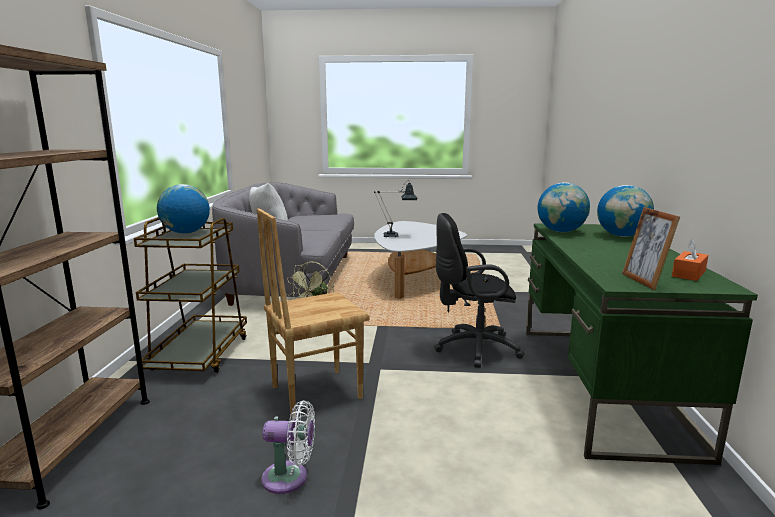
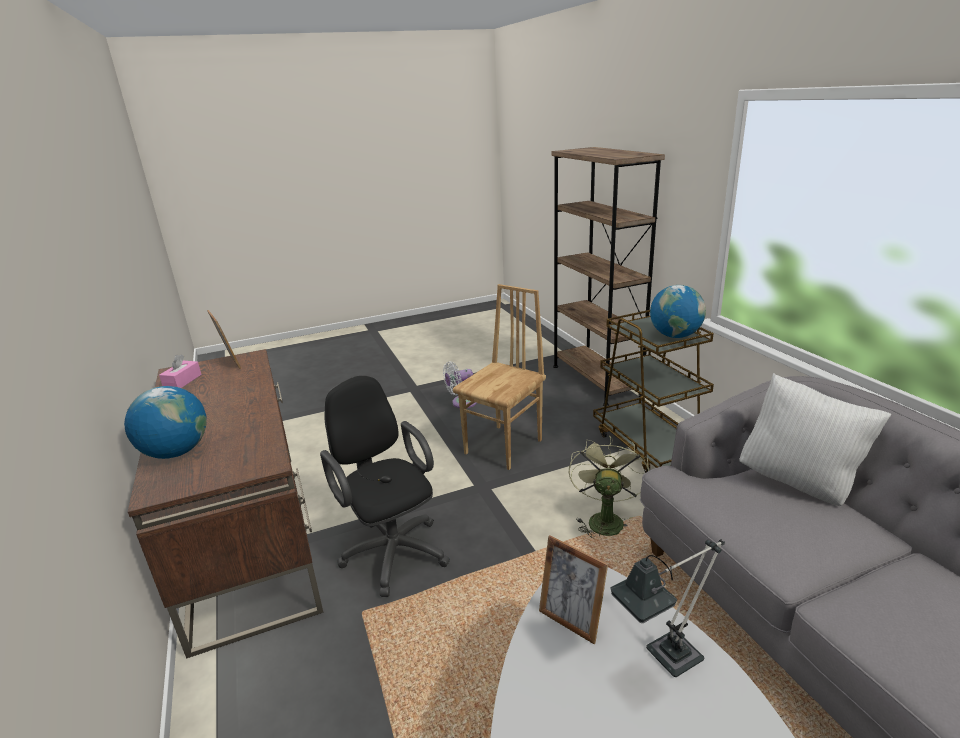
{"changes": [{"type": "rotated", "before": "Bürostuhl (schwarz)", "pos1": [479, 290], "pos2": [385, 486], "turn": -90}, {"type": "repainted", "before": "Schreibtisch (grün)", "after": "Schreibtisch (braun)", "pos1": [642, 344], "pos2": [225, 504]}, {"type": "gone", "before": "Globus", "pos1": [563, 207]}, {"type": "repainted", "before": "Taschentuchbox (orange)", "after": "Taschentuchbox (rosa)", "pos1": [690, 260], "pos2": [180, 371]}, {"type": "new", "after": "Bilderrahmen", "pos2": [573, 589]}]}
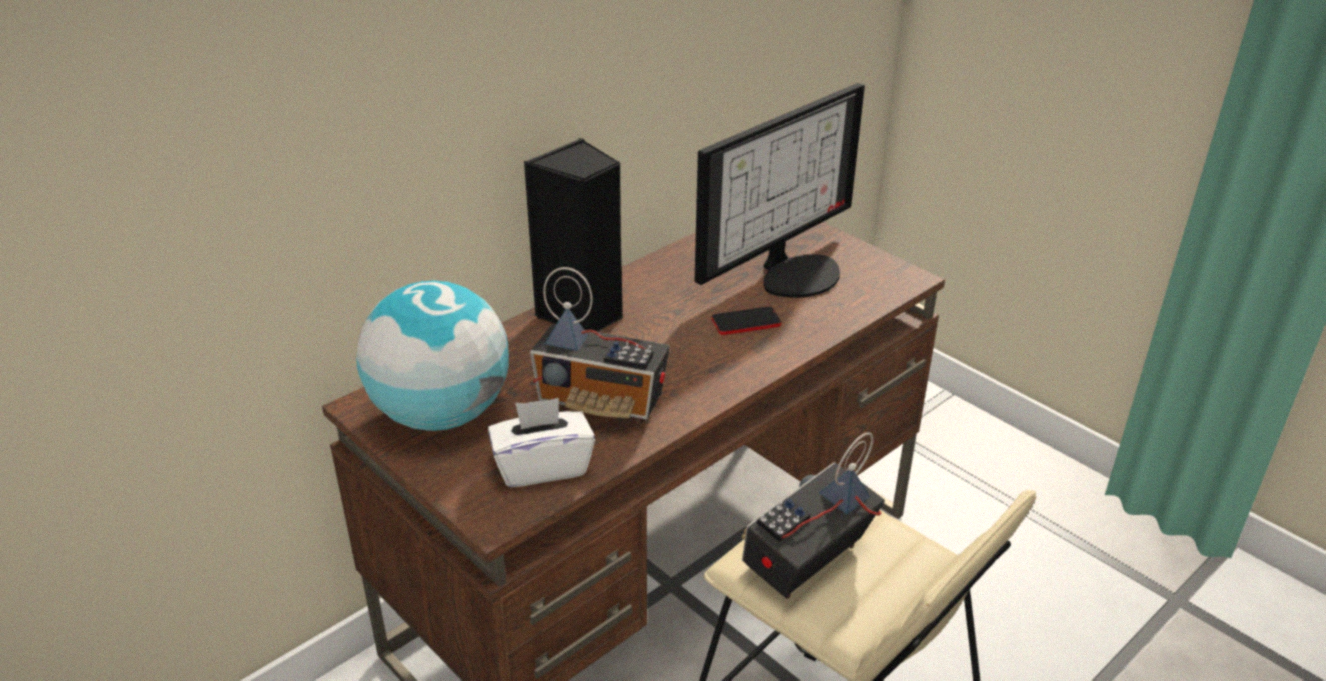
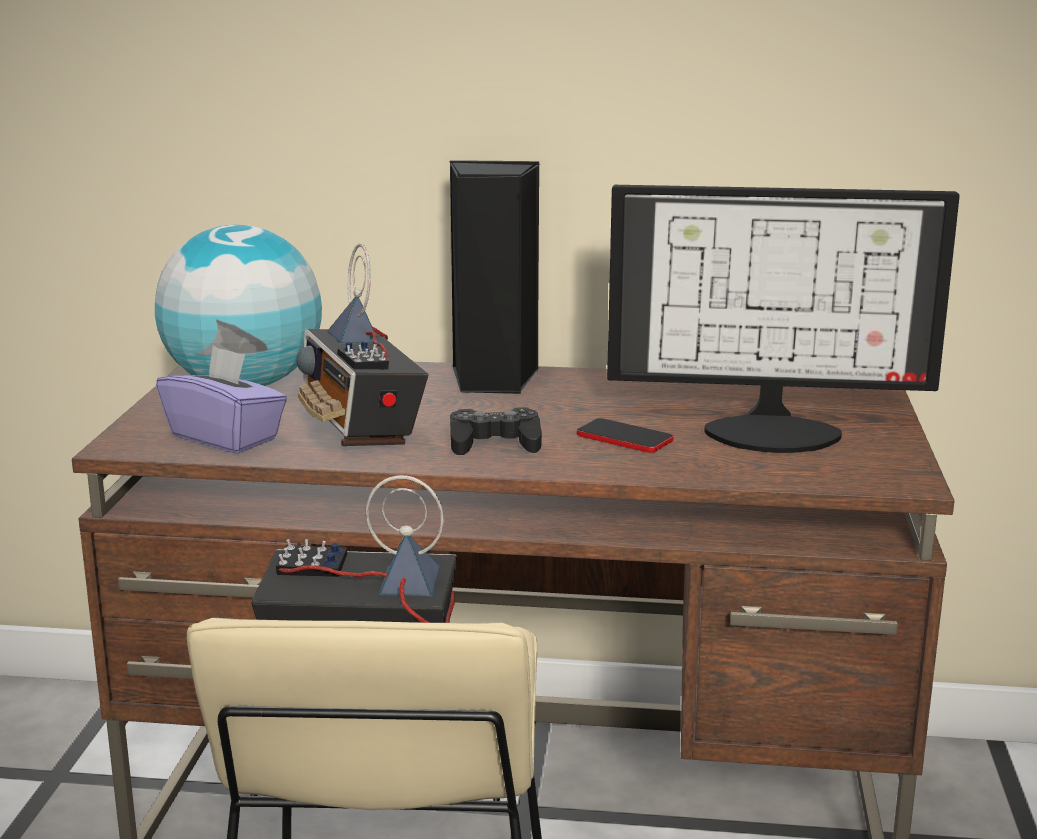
{"changes": [{"type": "repainted", "before": "Taschentuchbox (weiß)", "after": "Taschentuchbox (lila)", "pos1": [541, 442], "pos2": [221, 400]}, {"type": "new", "after": "Gamepad (schwarz)", "pos2": [496, 431]}]}
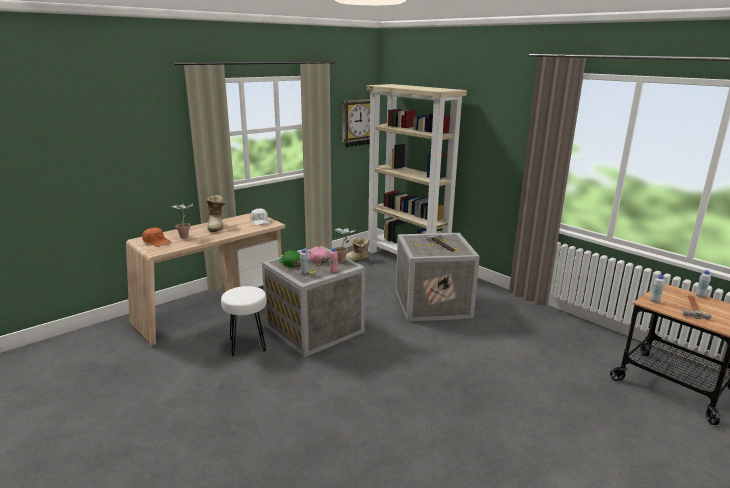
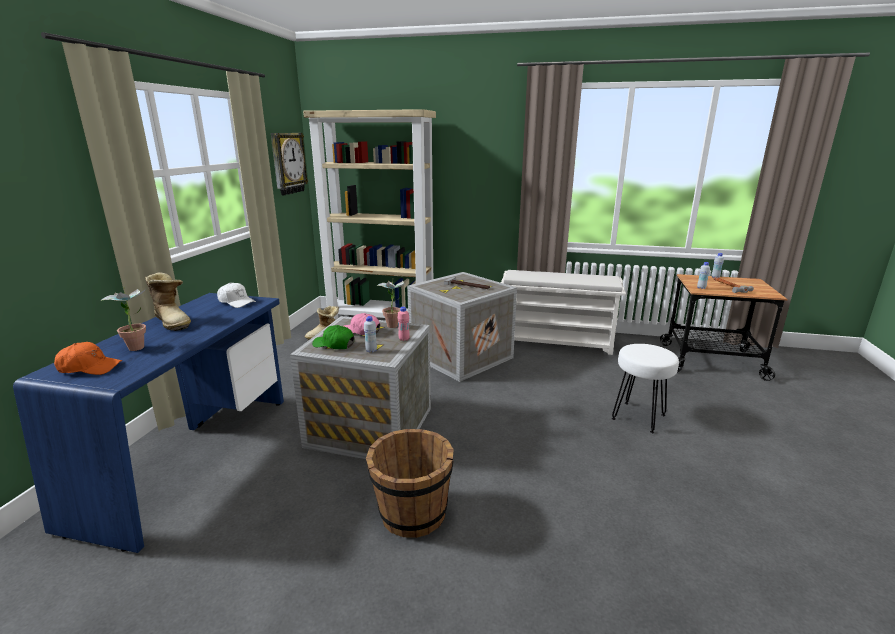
{"changes": [{"type": "repainted", "before": "Schreibtisch (beige)", "after": "Schreibtisch (blau)", "pos1": [205, 279], "pos2": [148, 423]}, {"type": "shifted", "before": "Hocker (weiß)", "pos1": [244, 321], "pos2": [645, 388]}, {"type": "new", "after": "Eimer (braun)", "pos2": [410, 483]}, {"type": "new", "after": "Schuhregal (weiß)", "pos2": [563, 312]}]}
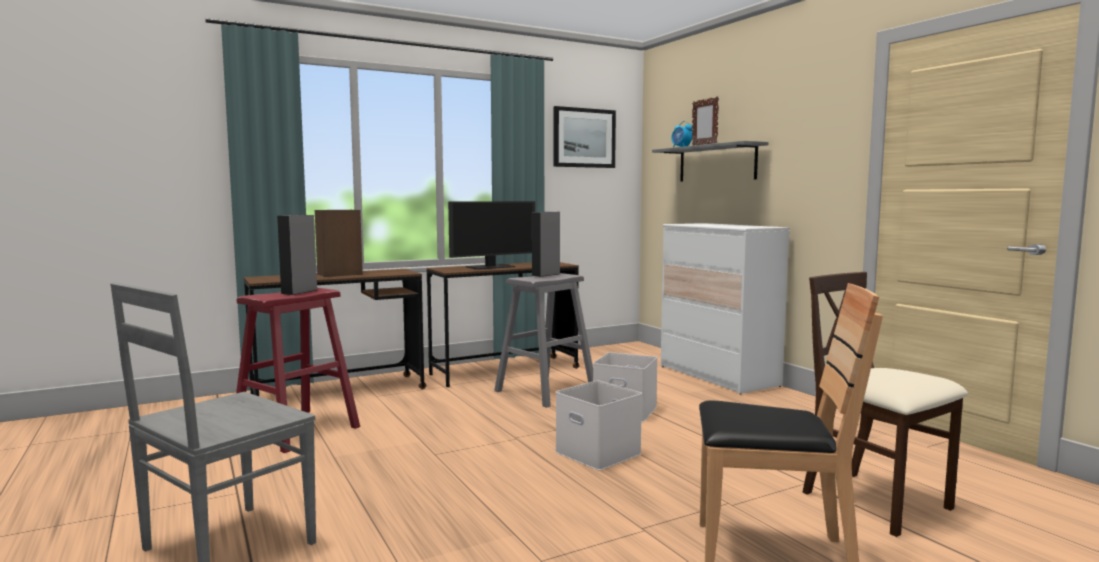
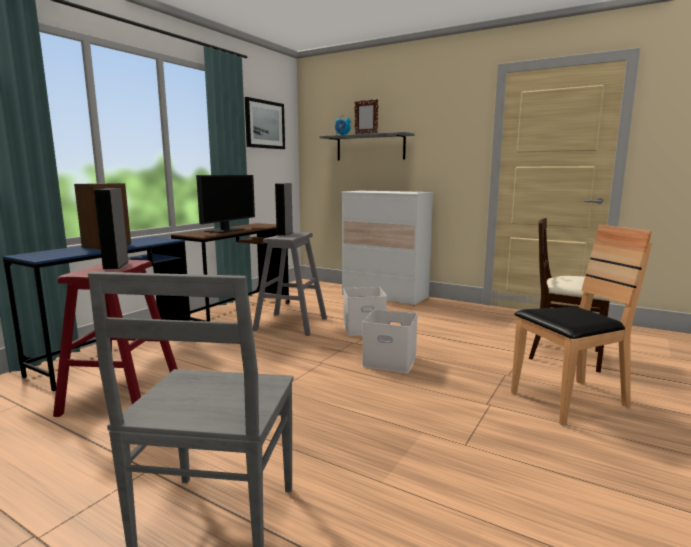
{"changes": [{"type": "repainted", "before": "Schreibtisch (braun)", "after": "Schreibtisch (blau)", "pos1": [335, 332], "pos2": [97, 314]}]}
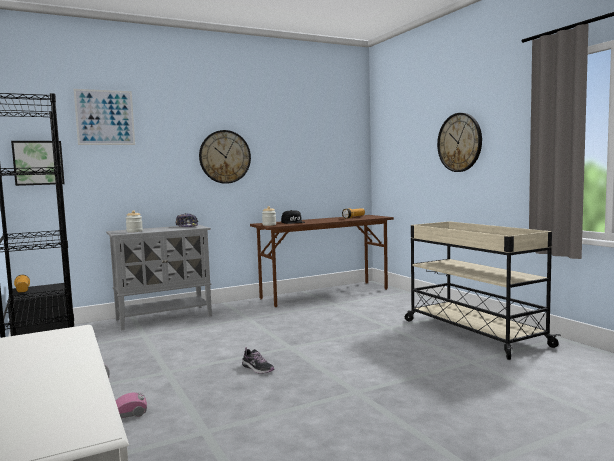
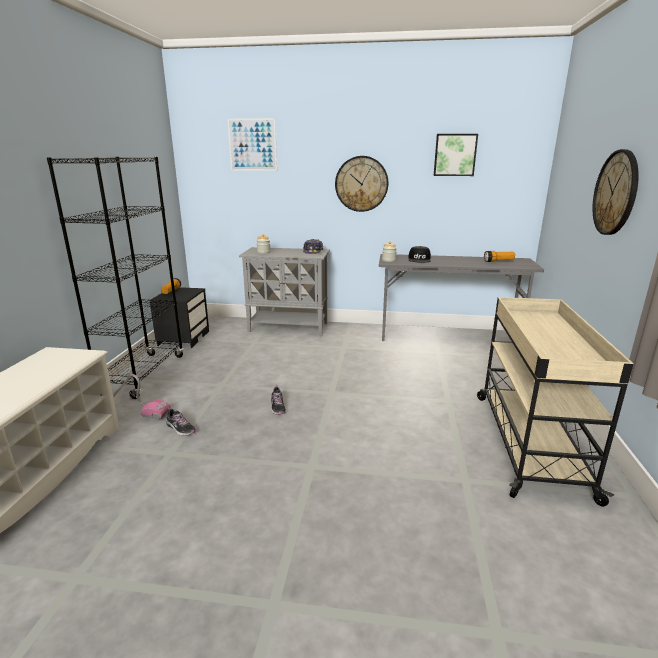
{"changes": [{"type": "shifted", "before": "Bild", "pos1": [38, 163], "pos2": [456, 155]}, {"type": "repainted", "before": "Schreibtisch (braun)", "after": "Schreibtisch (grau)", "pos1": [322, 261], "pos2": [461, 297]}, {"type": "new", "after": "Schuh", "pos2": [181, 421]}]}
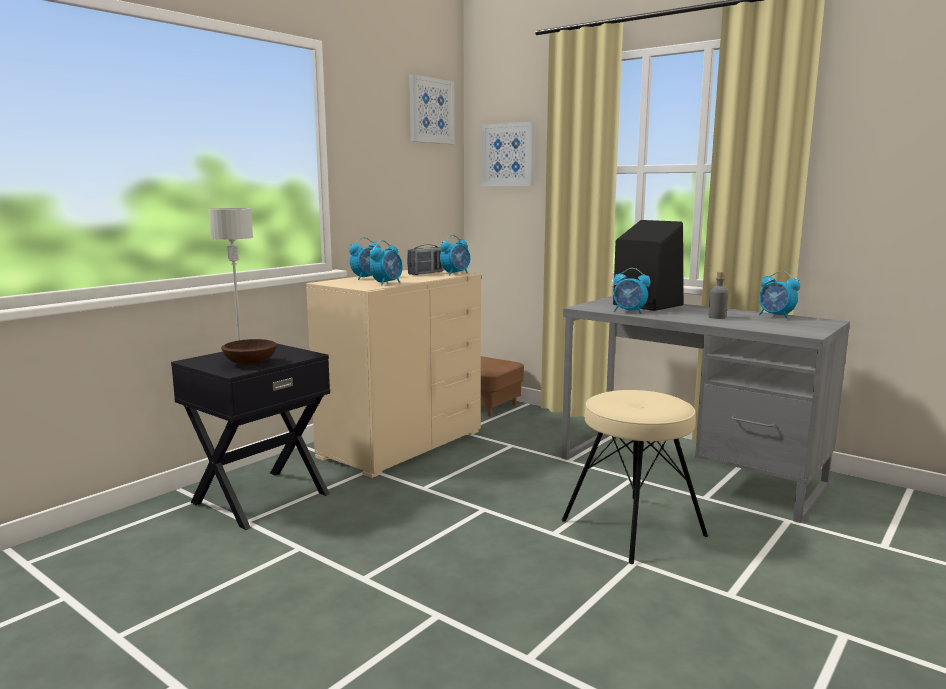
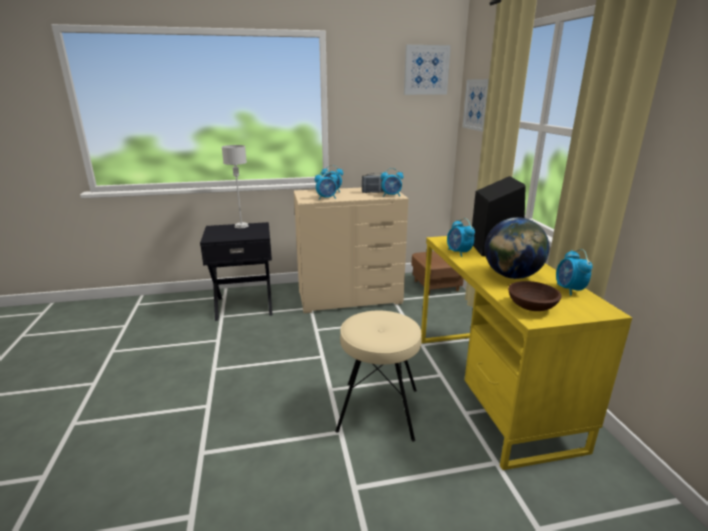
{"changes": [{"type": "shifted", "before": "Schüssel (braun)", "pos1": [249, 352], "pos2": [535, 296]}, {"type": "repainted", "before": "Schreibtisch (grau)", "after": "Schreibtisch (gelb)", "pos1": [706, 409], "pos2": [526, 353]}, {"type": "swapped", "before": "Flasche (grau)", "after": "Globus", "pos1": [718, 295], "pos2": [516, 248]}]}
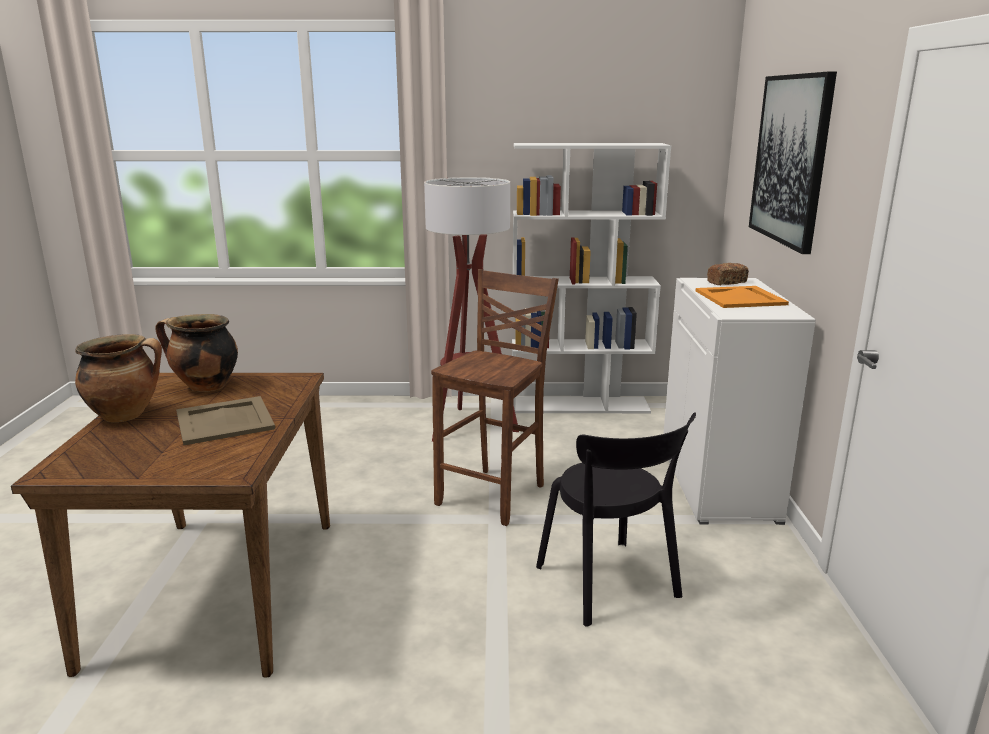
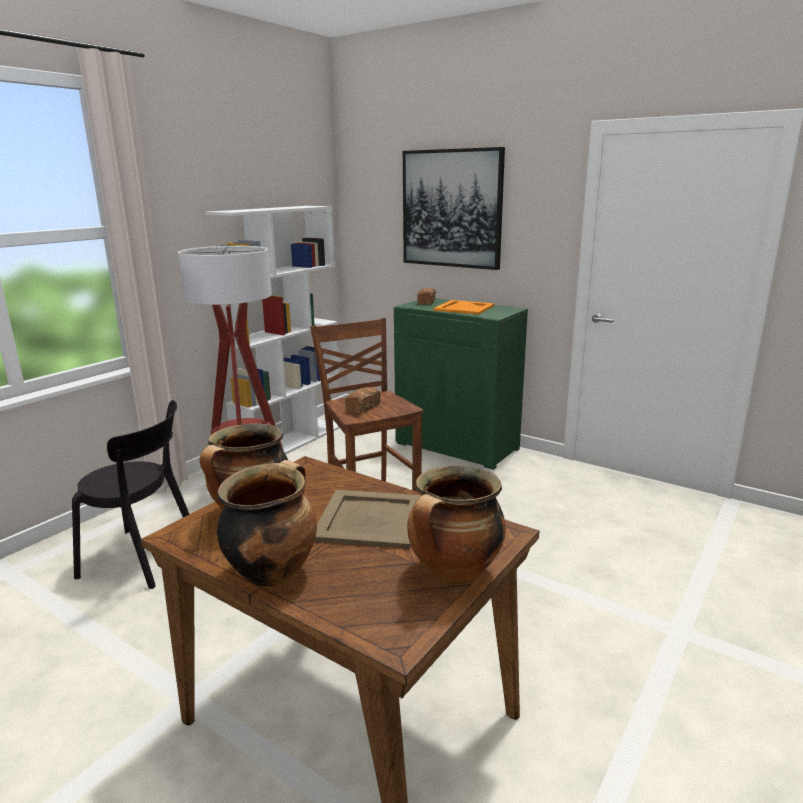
{"changes": [{"type": "shifted", "before": "Stuhl (schwarz)", "pos1": [616, 519], "pos2": [130, 494]}, {"type": "repainted", "before": "Schrank (weiß)", "after": "Schrank (grün)", "pos1": [740, 401], "pos2": [461, 384]}, {"type": "new", "after": "Brot", "pos2": [363, 400]}, {"type": "new", "after": "Kochtopf", "pos2": [456, 525]}]}
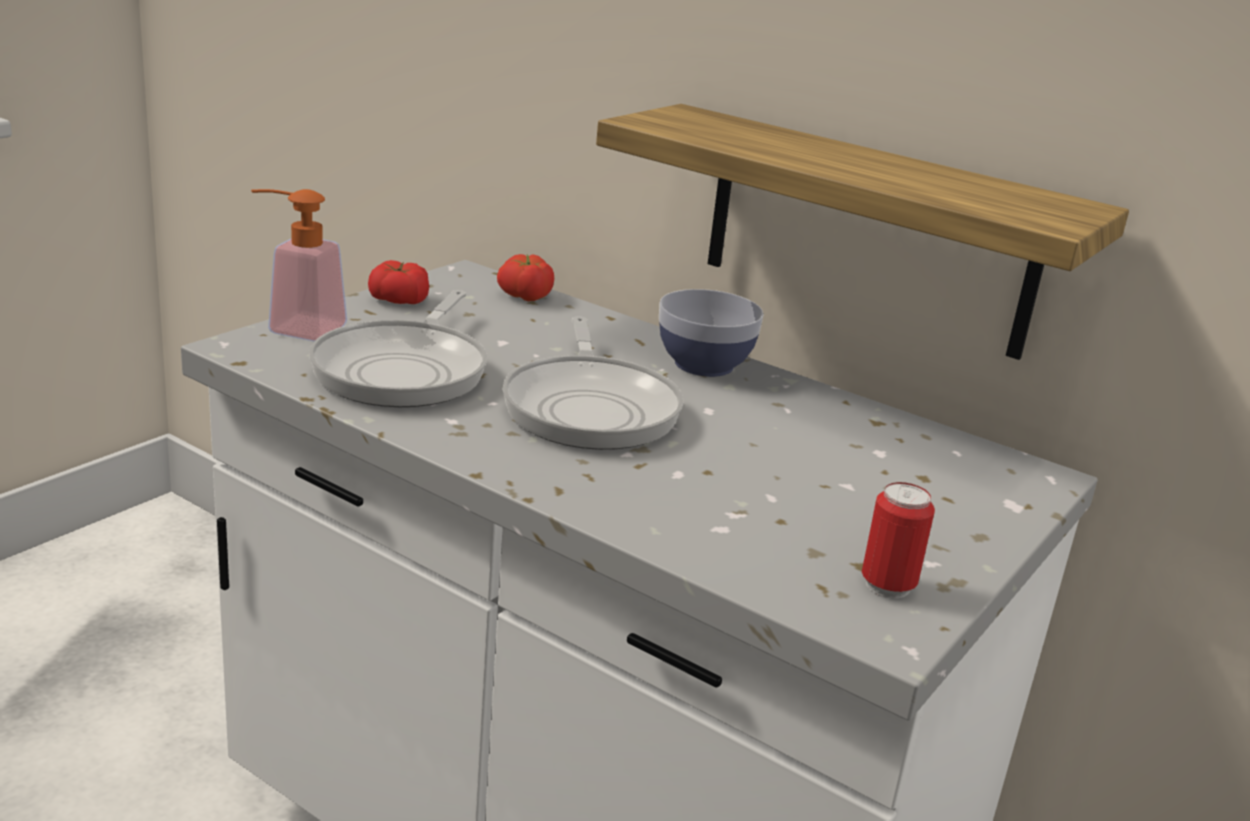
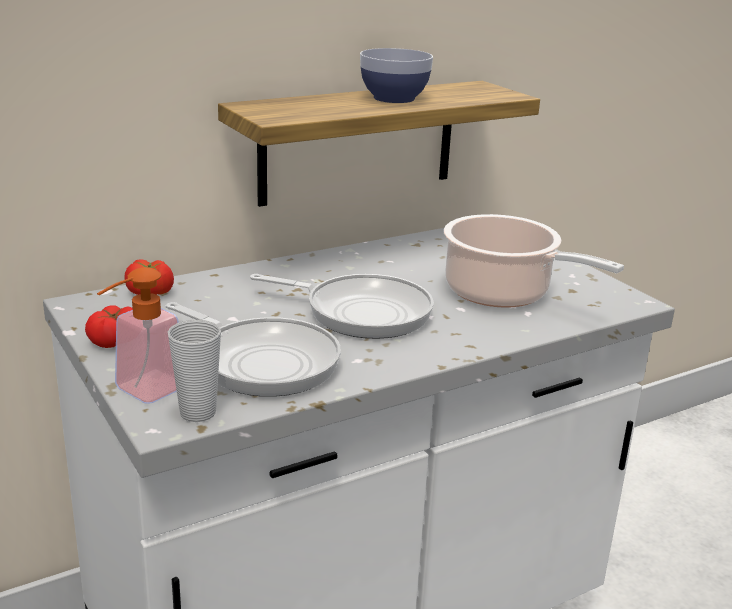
{"changes": [{"type": "shifted", "before": "Schüssel", "pos1": [711, 333], "pos2": [396, 75]}, {"type": "gone", "before": "Dose", "pos1": [898, 540]}, {"type": "new", "after": "Tasse", "pos2": [194, 371]}, {"type": "new", "after": "Kochtopf", "pos2": [534, 261]}]}
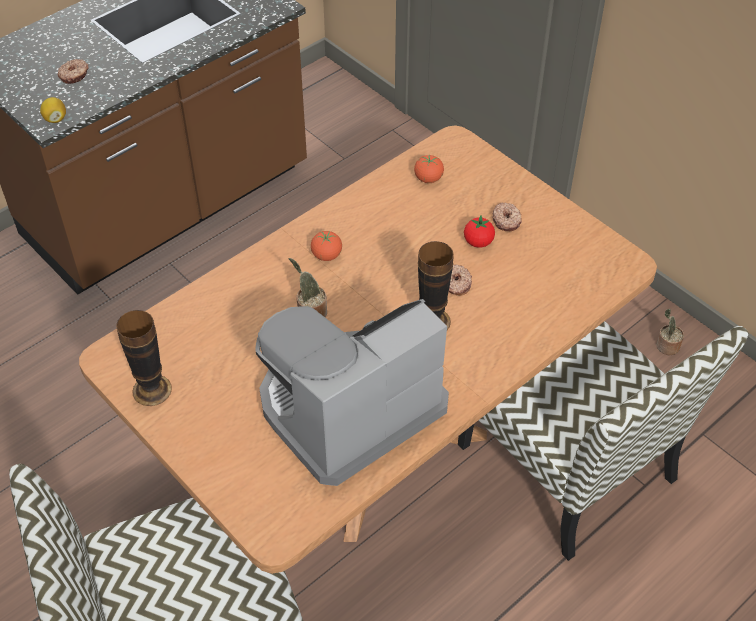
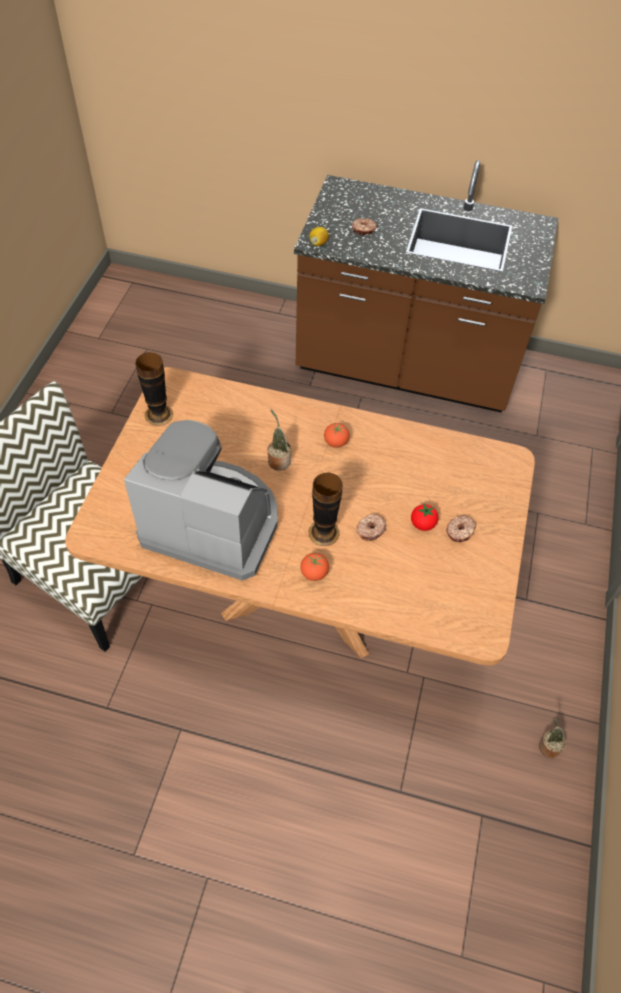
{"changes": [{"type": "shifted", "before": "Tomate", "pos1": [429, 169], "pos2": [314, 567]}, {"type": "gone", "before": "Stuhl", "pos1": [603, 441]}]}
